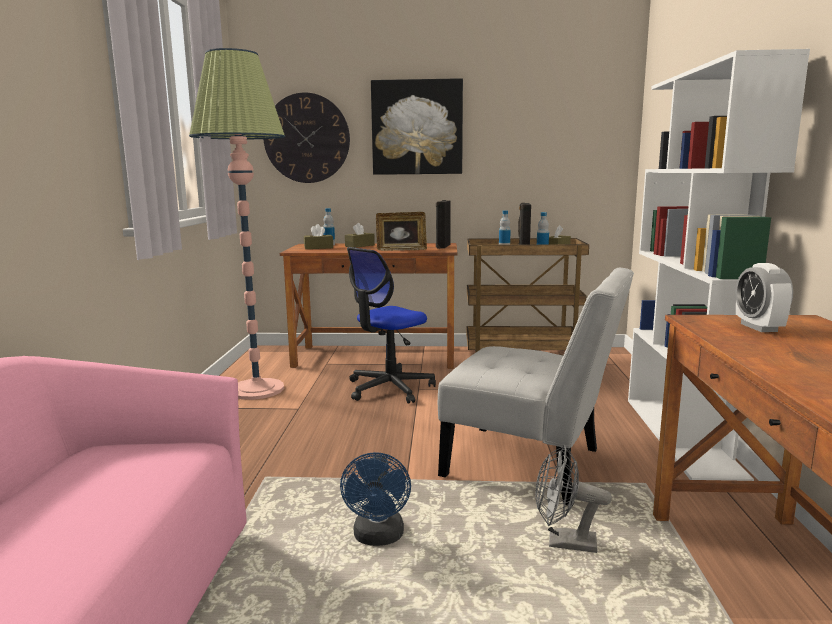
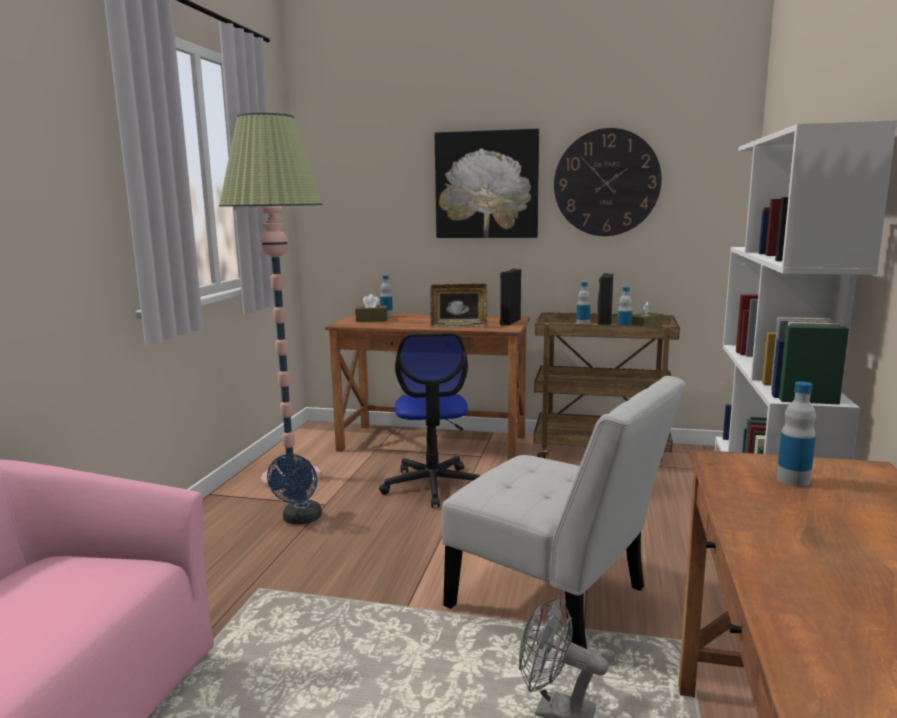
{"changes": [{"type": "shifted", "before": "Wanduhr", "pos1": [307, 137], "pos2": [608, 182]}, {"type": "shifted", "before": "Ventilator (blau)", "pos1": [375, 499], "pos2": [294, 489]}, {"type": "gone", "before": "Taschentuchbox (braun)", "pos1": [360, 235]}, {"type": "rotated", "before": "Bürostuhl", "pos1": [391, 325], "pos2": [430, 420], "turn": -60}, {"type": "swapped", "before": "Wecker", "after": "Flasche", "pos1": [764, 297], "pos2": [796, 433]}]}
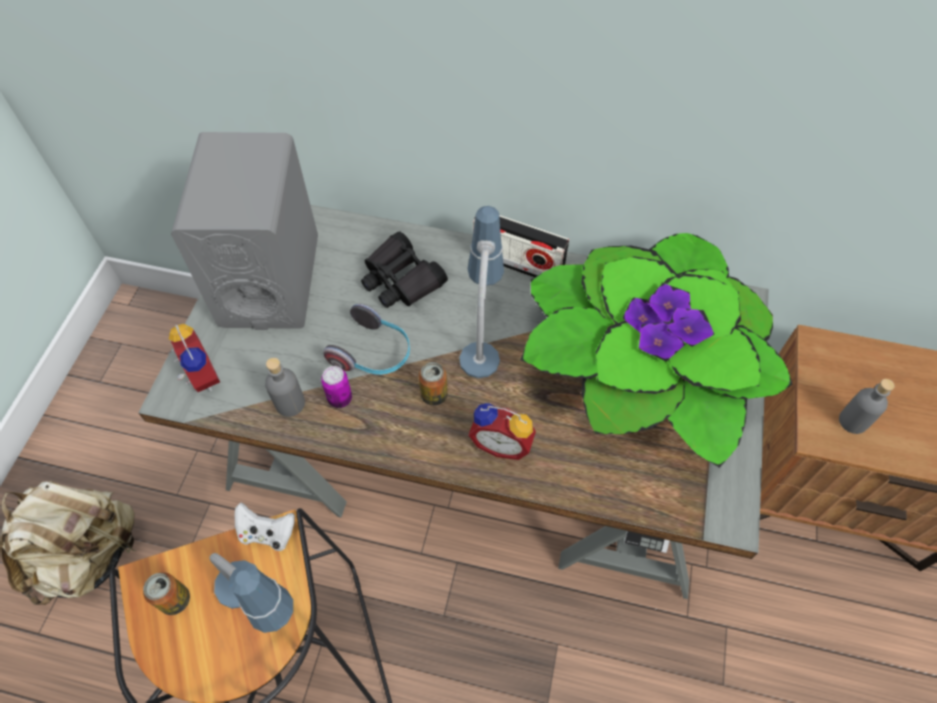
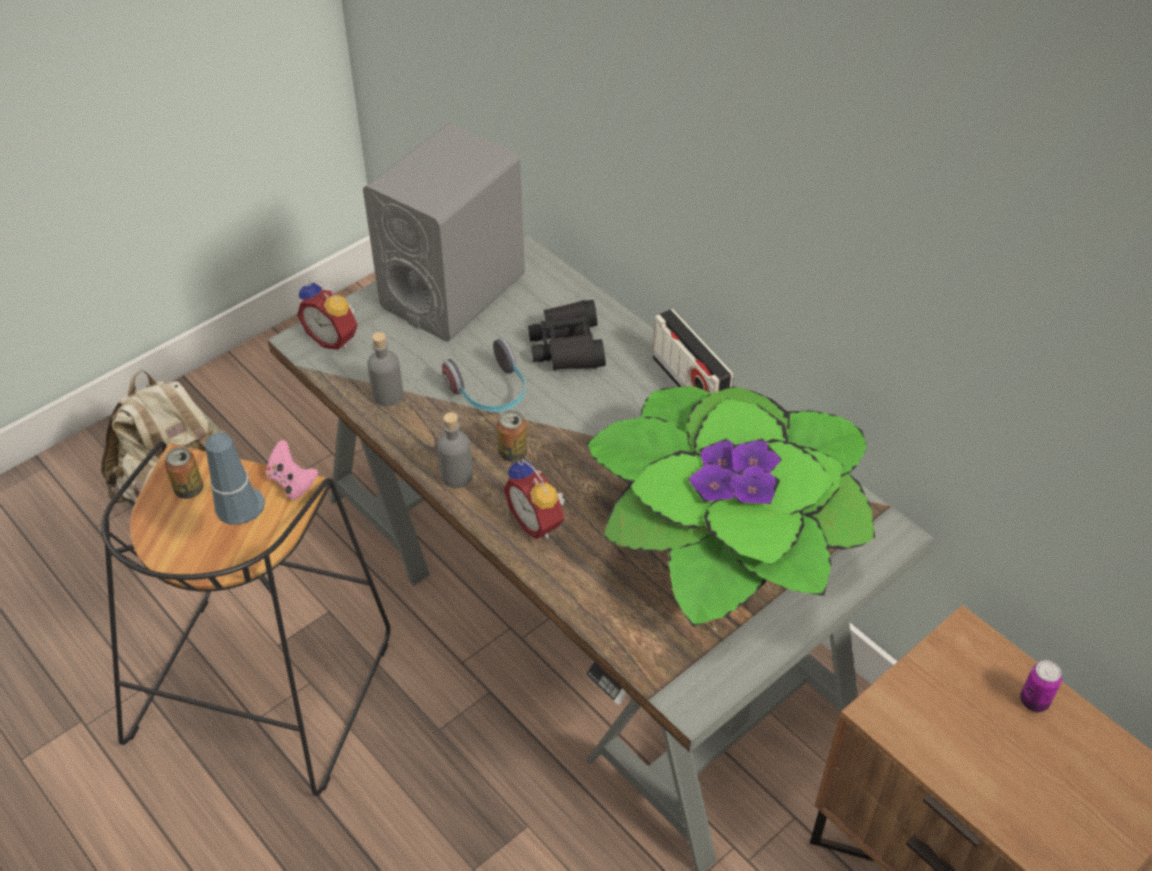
{"changes": [{"type": "rotated", "before": "Wecker", "pos1": [193, 358], "pos2": [327, 314], "turn": 120}, {"type": "repainted", "before": "Gamepad (weiß)", "after": "Gamepad (rosa)", "pos1": [264, 527], "pos2": [292, 470]}, {"type": "shifted", "before": "Dose", "pos1": [336, 387], "pos2": [1041, 686]}, {"type": "gone", "before": "Tischlampe", "pos1": [481, 292]}, {"type": "shifted", "before": "Flasche (grau)", "pos1": [867, 406], "pos2": [455, 450]}]}
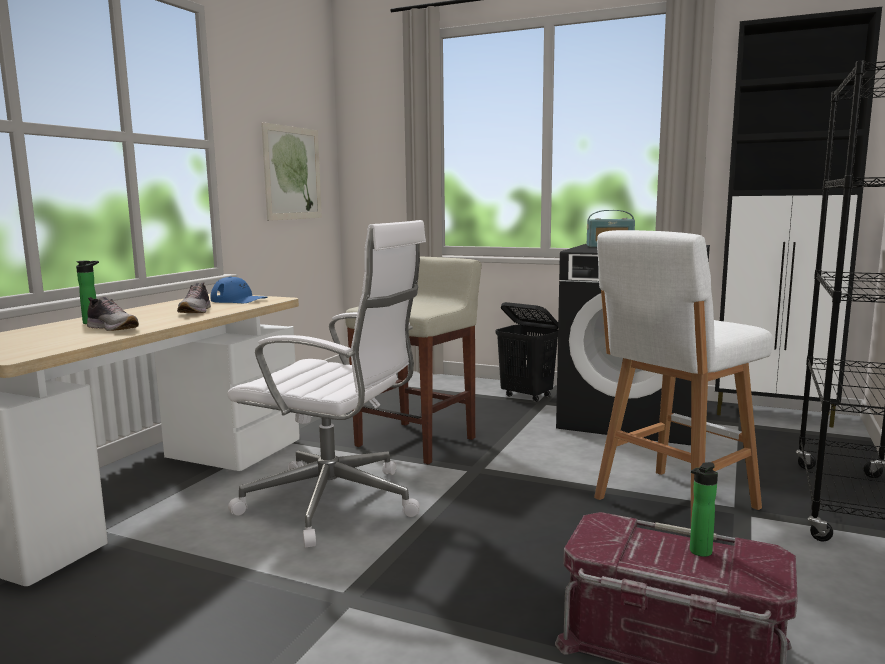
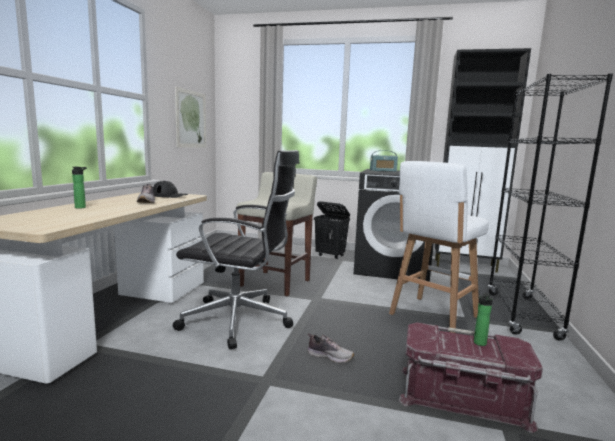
{"changes": [{"type": "shifted", "before": "Schuh", "pos1": [113, 314], "pos2": [331, 348]}, {"type": "repainted", "before": "Kappe (blau)", "after": "Kappe (schwarz)", "pos1": [238, 290], "pos2": [170, 189]}, {"type": "repainted", "before": "Bürostuhl (weiß)", "after": "Bürostuhl (schwarz)", "pos1": [327, 384], "pos2": [236, 250]}]}
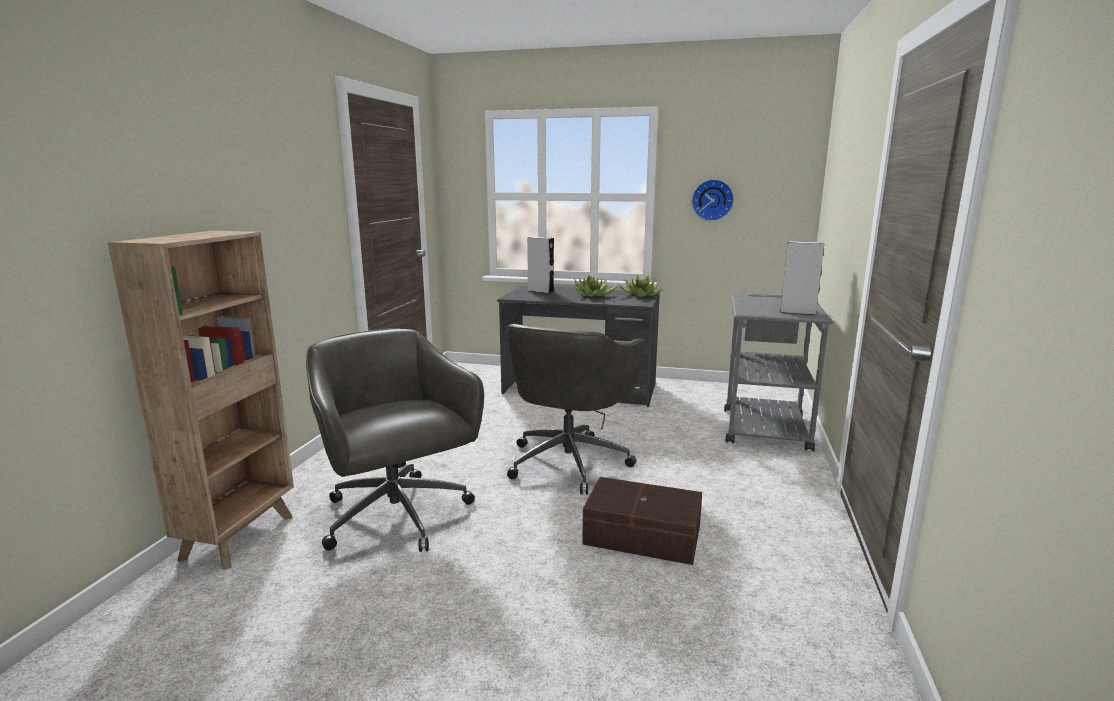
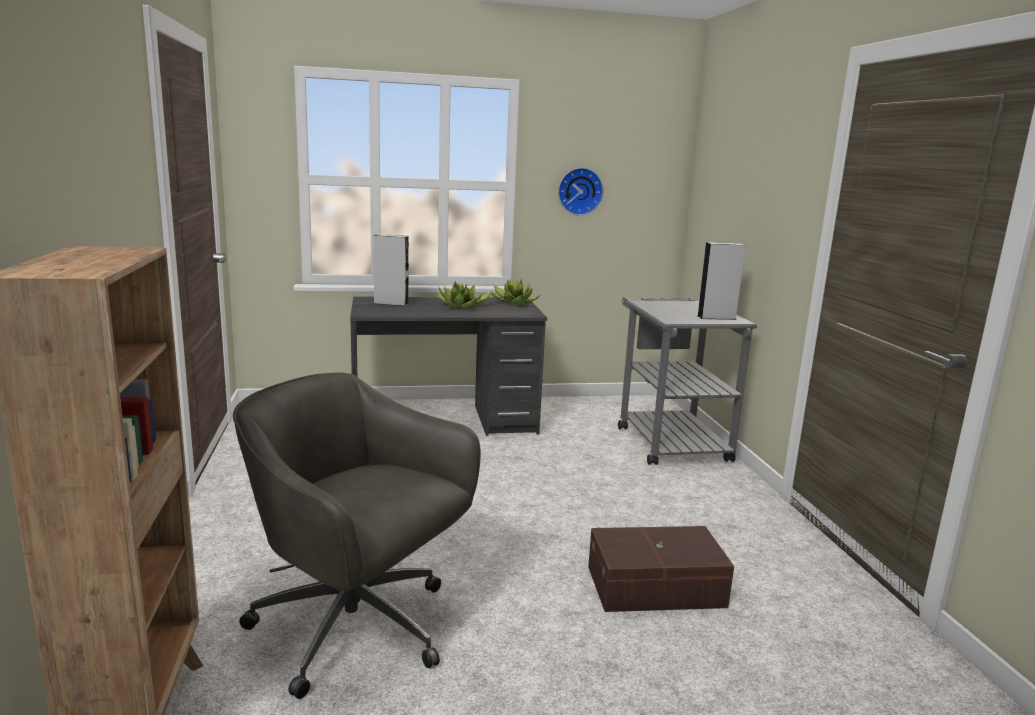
{"changes": [{"type": "gone", "before": "Bürostuhl (grau)", "pos1": [575, 409]}]}
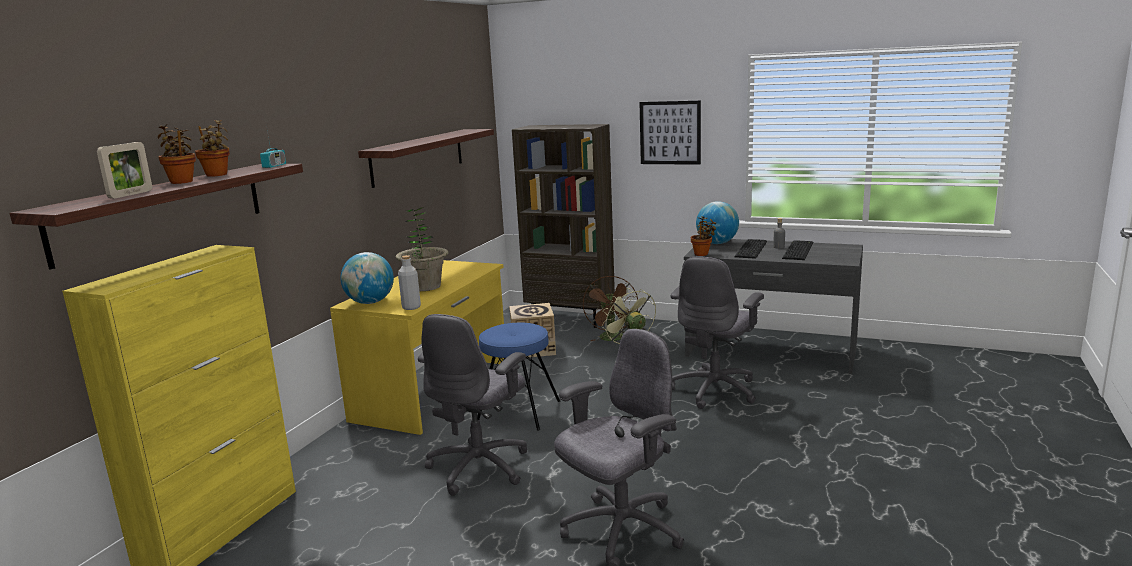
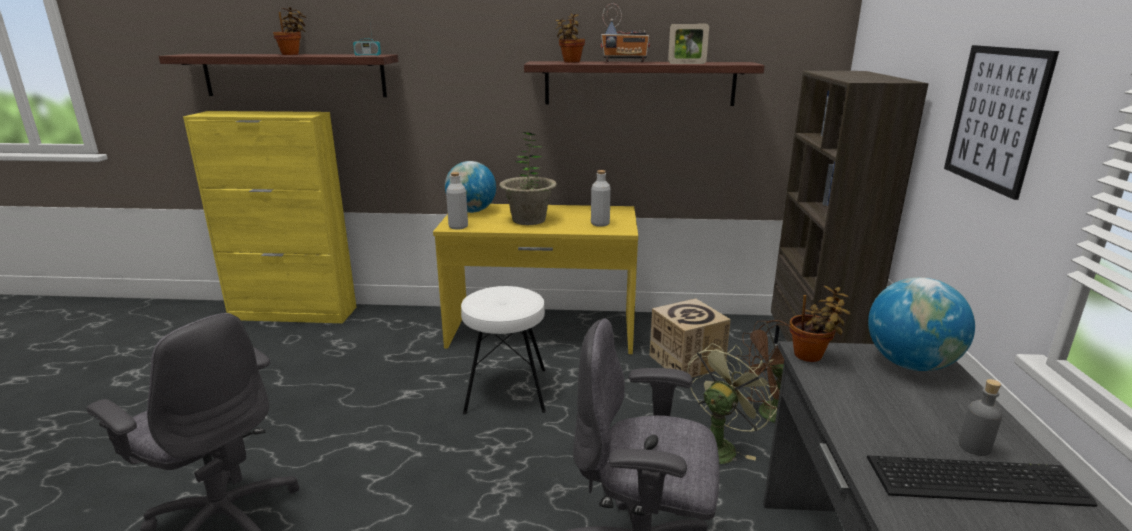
{"changes": [{"type": "shifted", "before": "Bilderrahmen", "pos1": [124, 170], "pos2": [688, 44]}, {"type": "shifted", "before": "Topfpflanze", "pos1": [212, 148], "pos2": [570, 38]}, {"type": "gone", "before": "Bürostuhl (grau)", "pos1": [472, 405]}, {"type": "repainted", "before": "Hocker (blau)", "after": "Hocker (weiß)", "pos1": [518, 377], "pos2": [503, 350]}, {"type": "gone", "before": "Tastatur", "pos1": [750, 249]}, {"type": "new", "after": "Flasche (grau)", "pos2": [601, 198]}, {"type": "new", "after": "Radio", "pos2": [625, 32]}]}
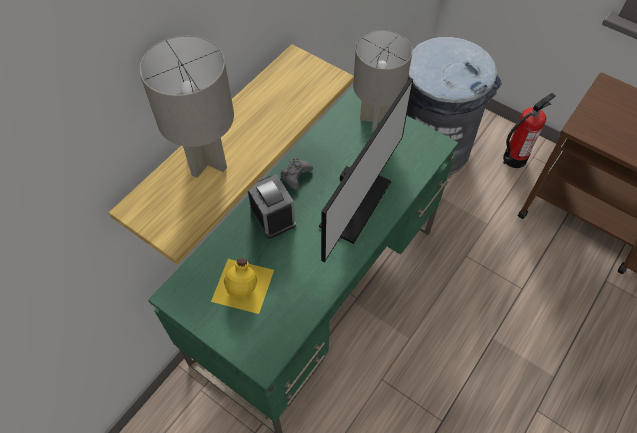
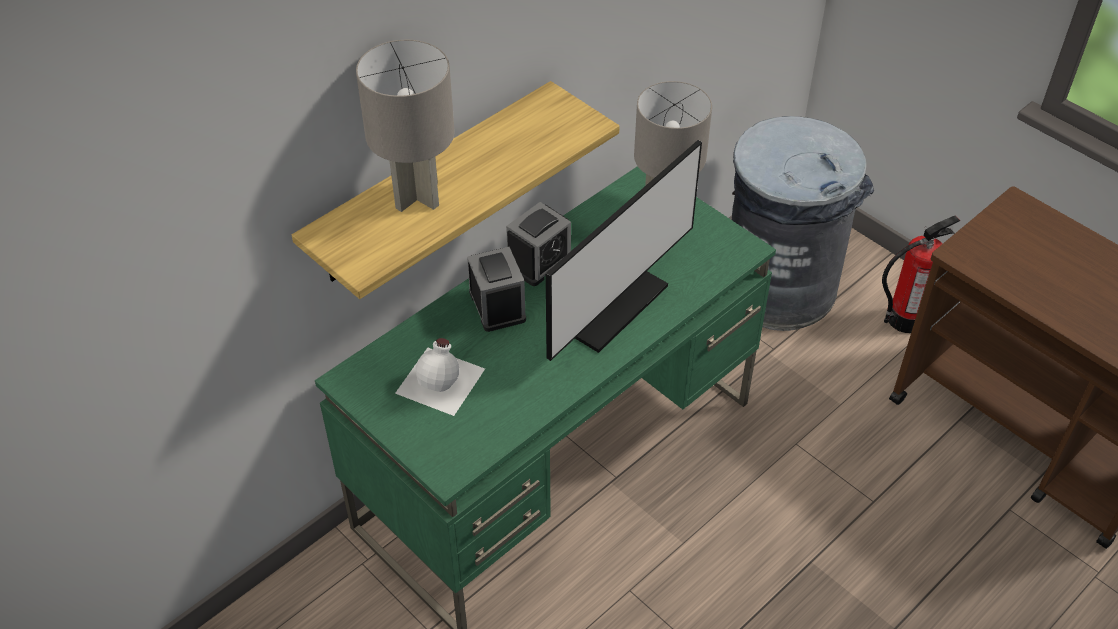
{"changes": [{"type": "repainted", "before": "Flasche (gelb)", "after": "Flasche (weiß)", "pos1": [242, 286], "pos2": [440, 377]}, {"type": "swapped", "before": "Gamepad (grau)", "after": "Wecker", "pos1": [297, 174], "pos2": [538, 244]}]}
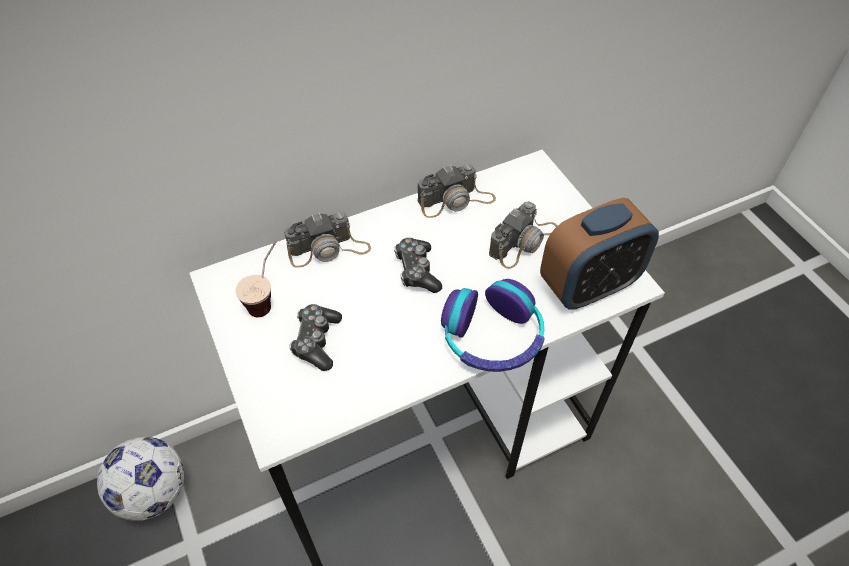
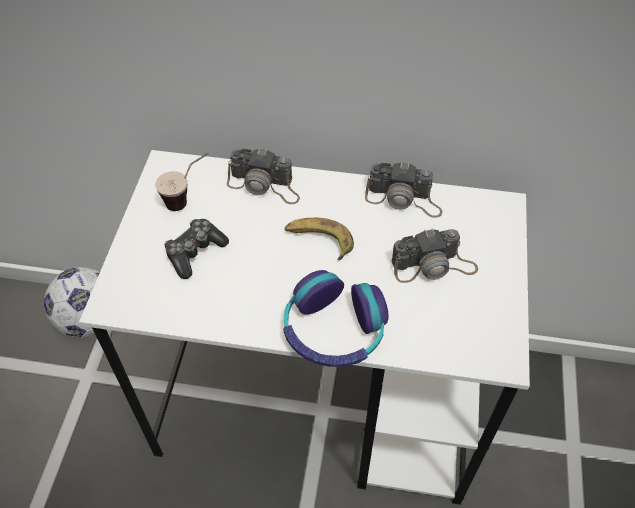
{"changes": [{"type": "swapped", "before": "Gamepad", "after": "Banane", "pos1": [418, 265], "pos2": [319, 239]}, {"type": "gone", "before": "Wecker", "pos1": [599, 254]}]}
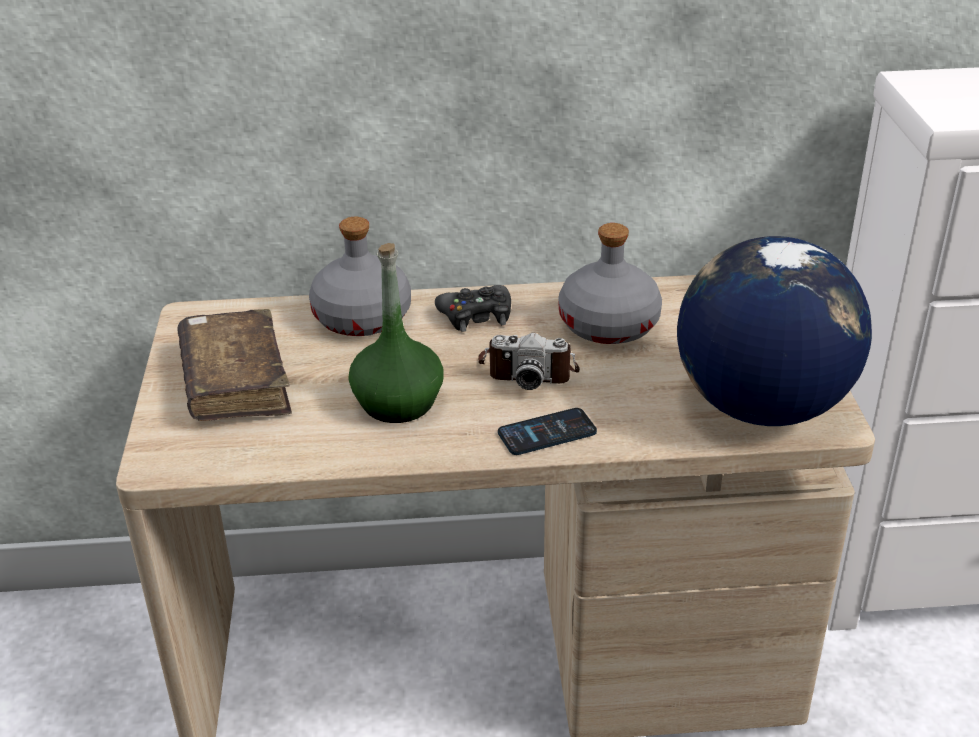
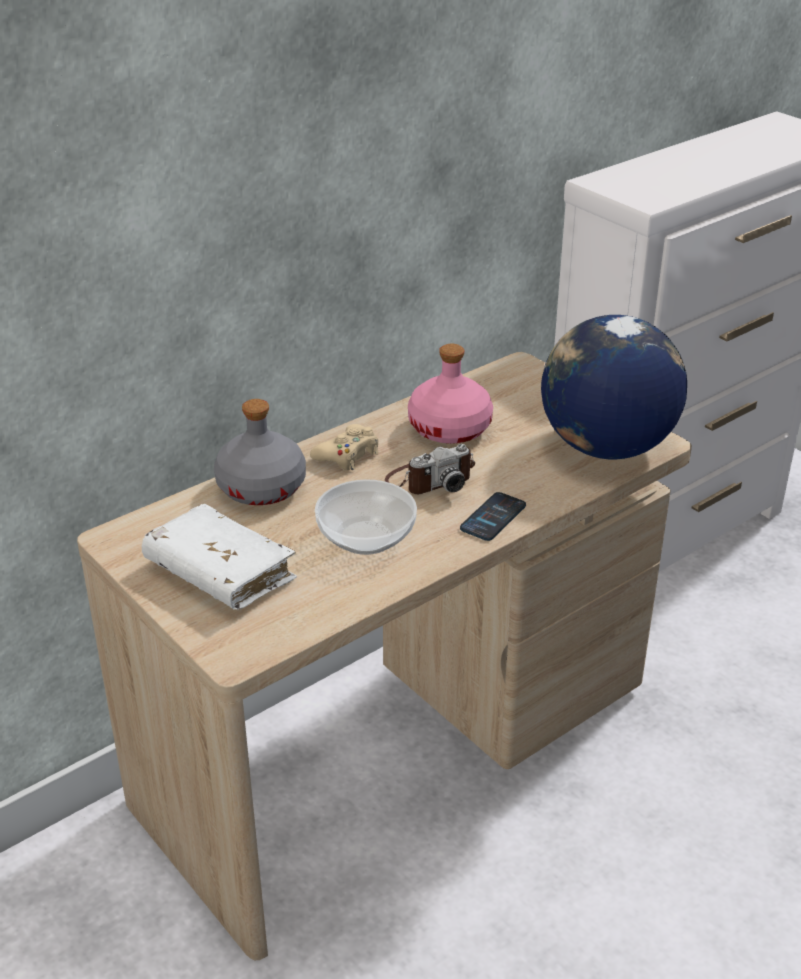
{"changes": [{"type": "repainted", "before": "Buch (braun)", "after": "Buch (weiß)", "pos1": [234, 365], "pos2": [219, 556]}, {"type": "swapped", "before": "Flasche (grün)", "after": "Schüssel", "pos1": [396, 333], "pos2": [366, 517]}, {"type": "repainted", "before": "Gamepad (schwarz)", "after": "Gamepad (beige)", "pos1": [473, 308], "pos2": [344, 447]}, {"type": "repainted", "before": "Flasche (grau)", "after": "Flasche (rosa)", "pos1": [610, 283], "pos2": [450, 394]}]}
